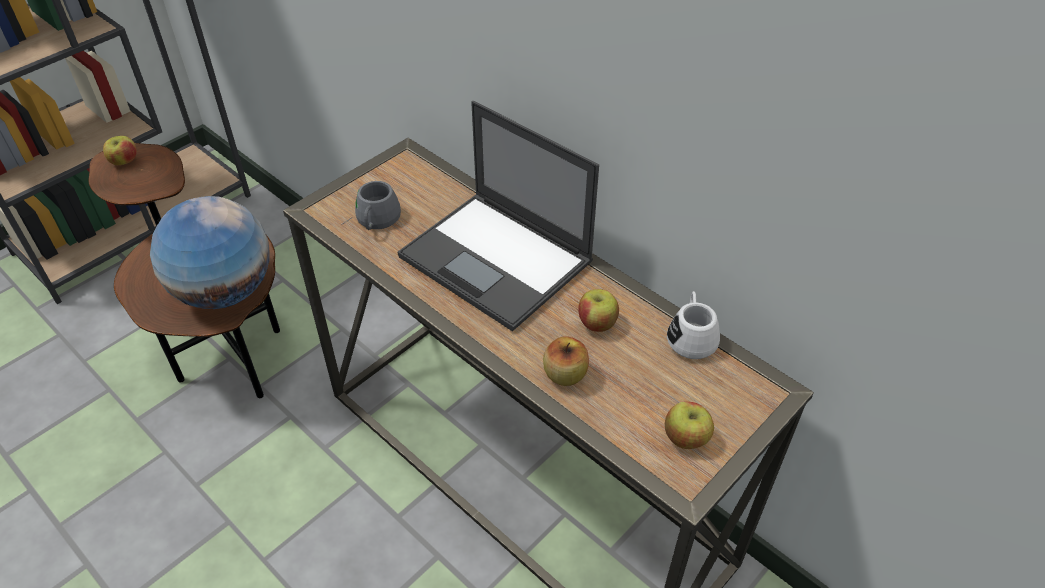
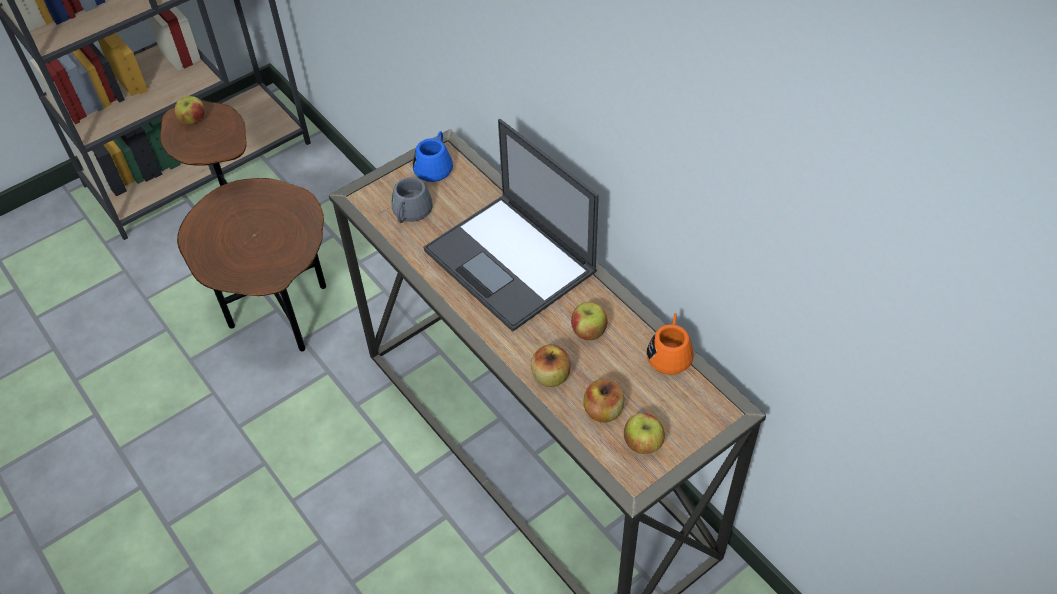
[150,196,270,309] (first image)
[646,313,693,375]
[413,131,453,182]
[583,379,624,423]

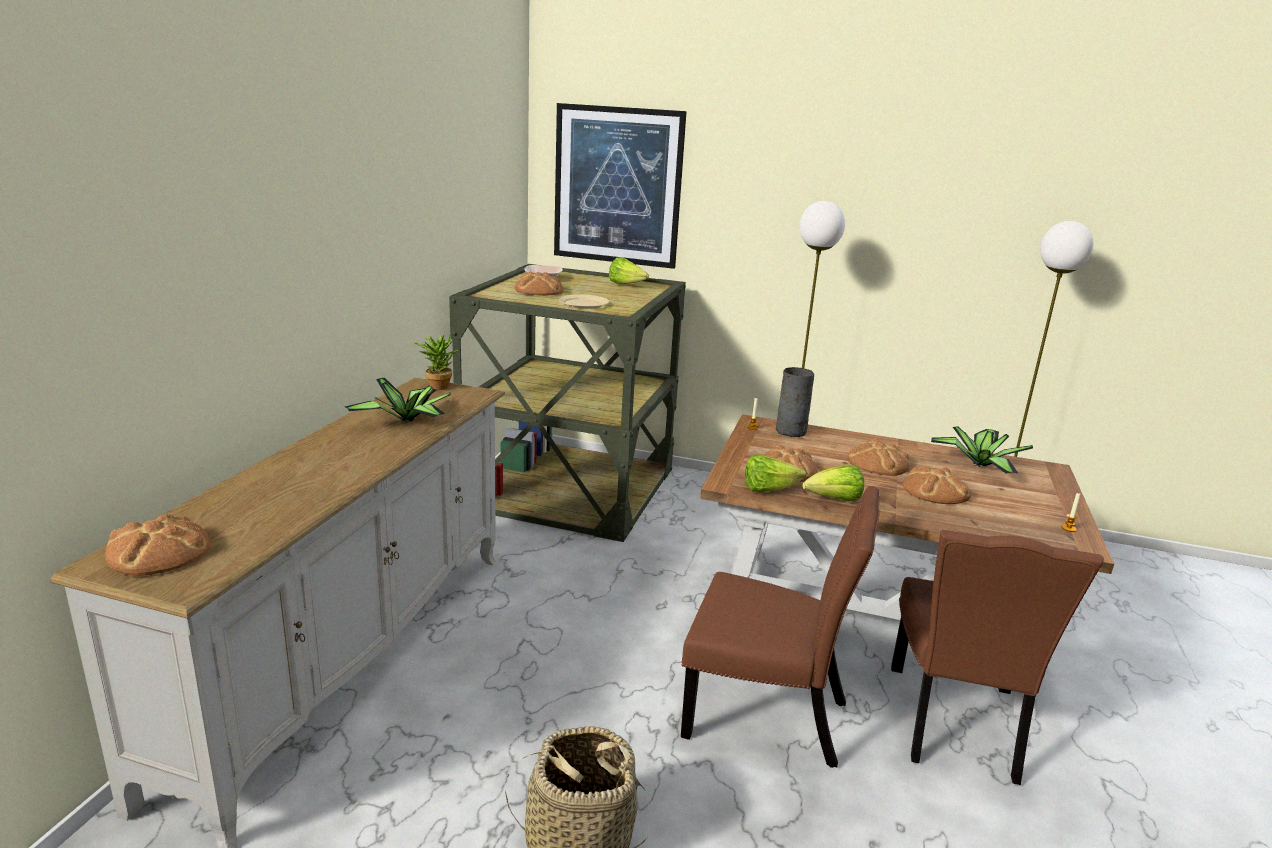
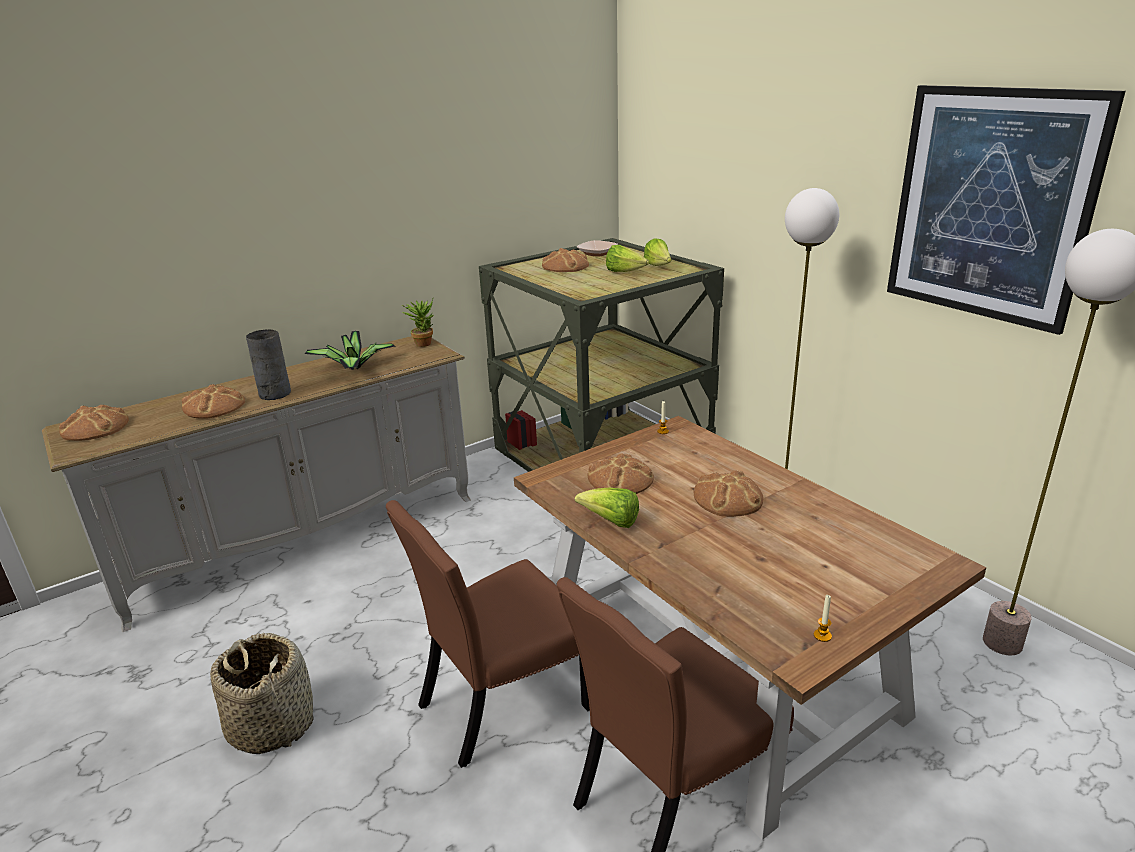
[887,85,1126,335]
[559,294,609,309] (first image)
[246,330,291,400]
[931,426,1033,474] (first image)
[606,245,649,272]
[182,384,245,419]
[386,500,590,768]

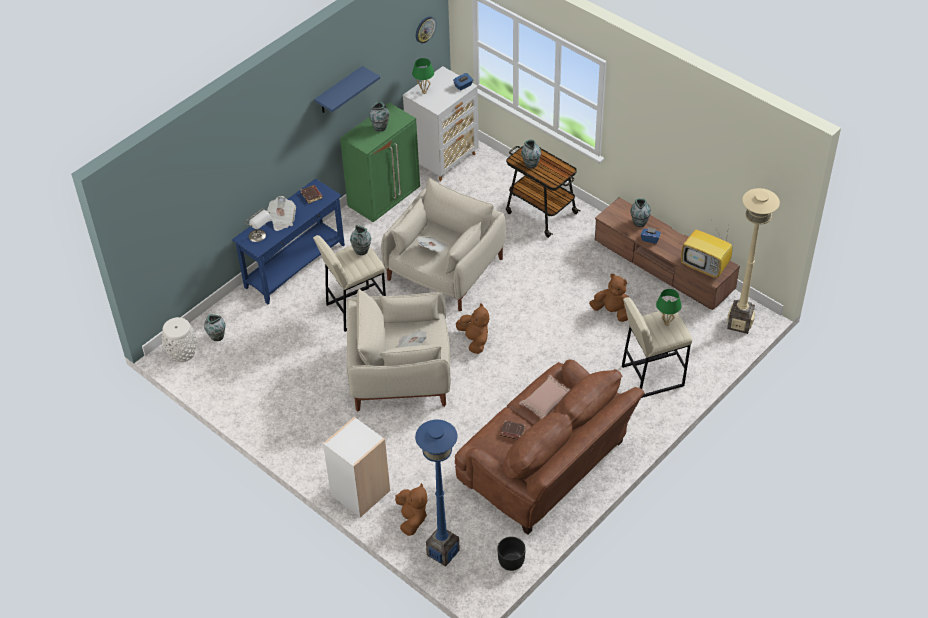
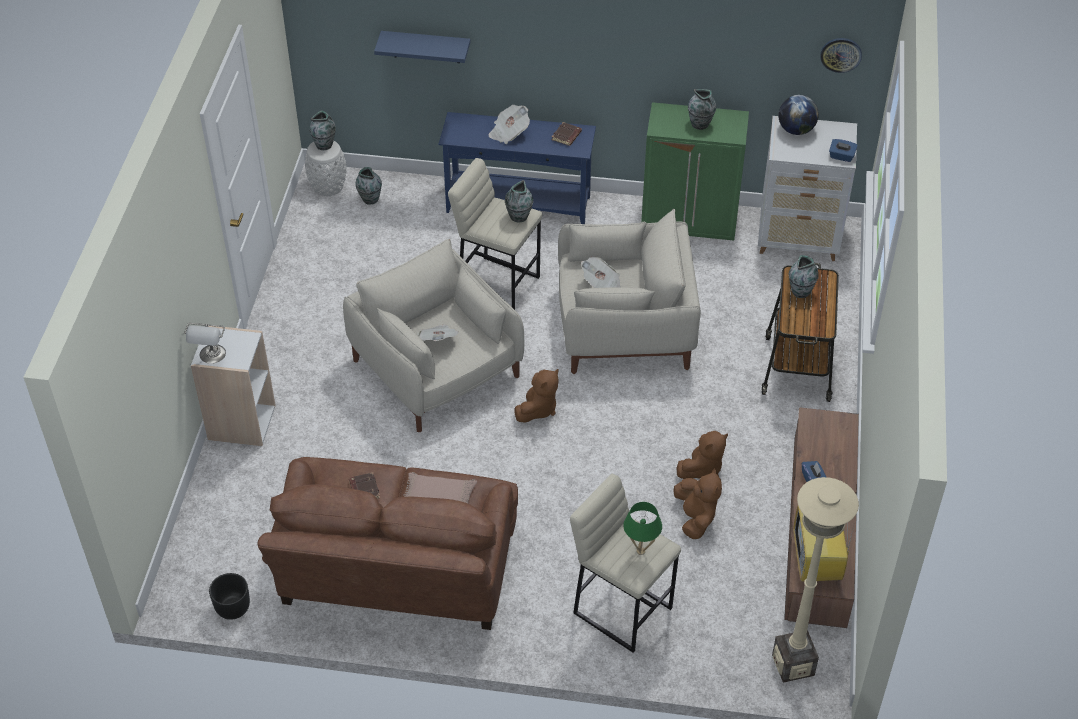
[778,95,819,135]
[374,31,470,63]
[309,111,336,150]
[184,323,226,364]
[415,419,460,567] (first image)
[677,431,728,479]

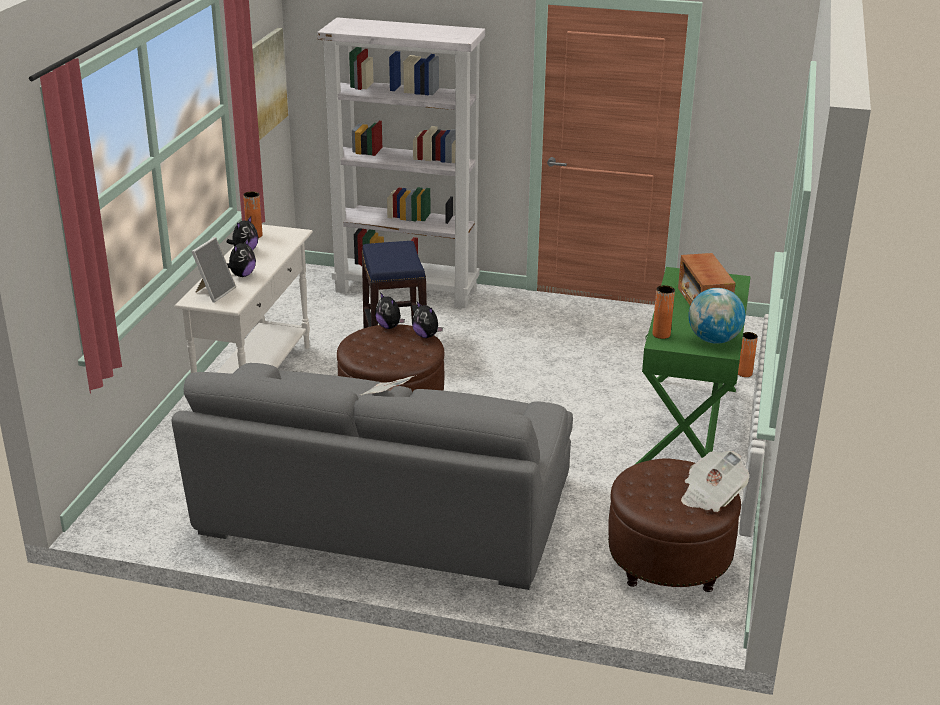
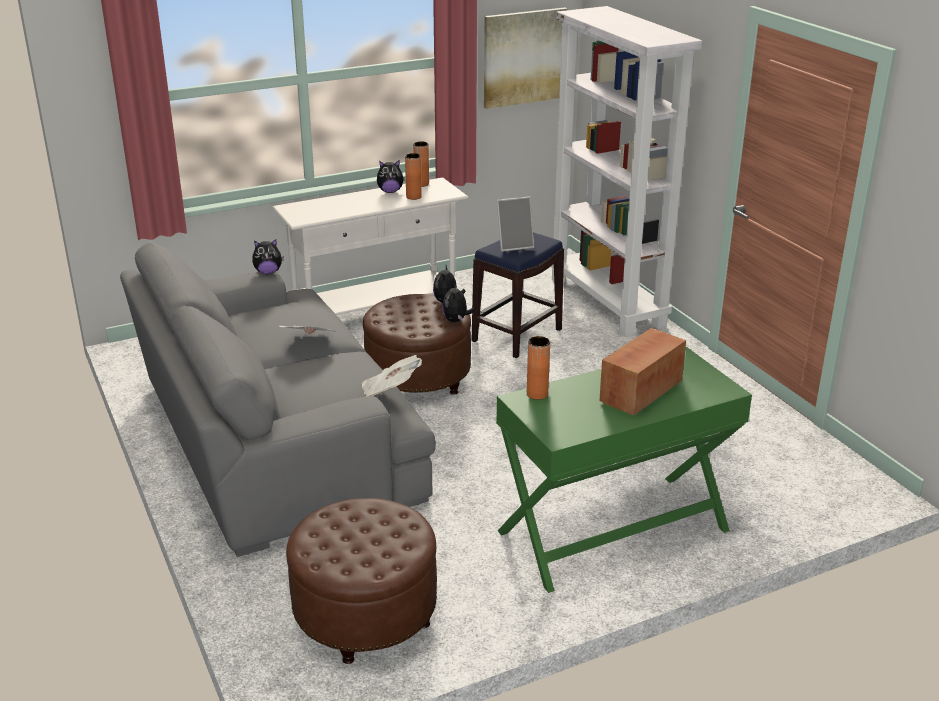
[497,196,535,252]
[252,239,284,274]
[688,288,745,344] (first image)
[405,153,422,200]
[362,355,422,397]

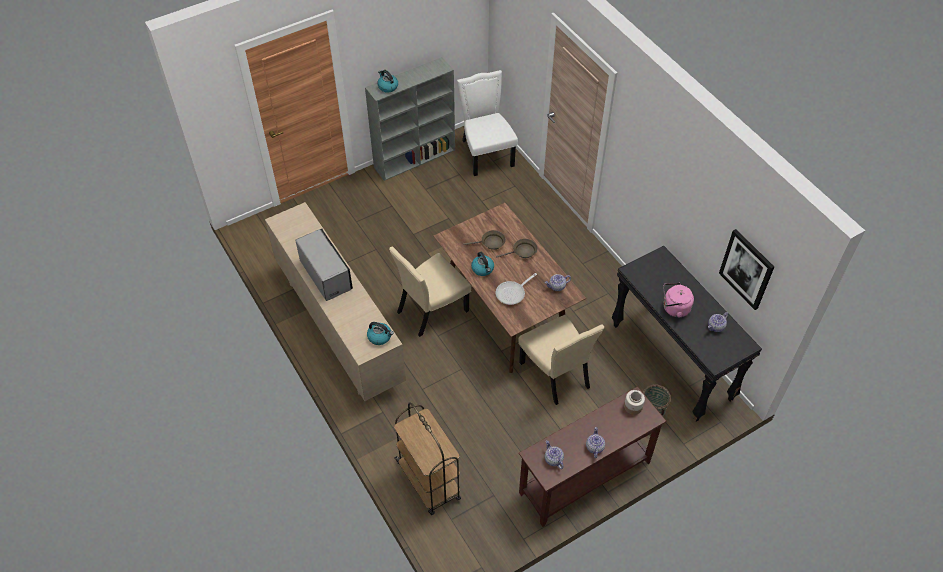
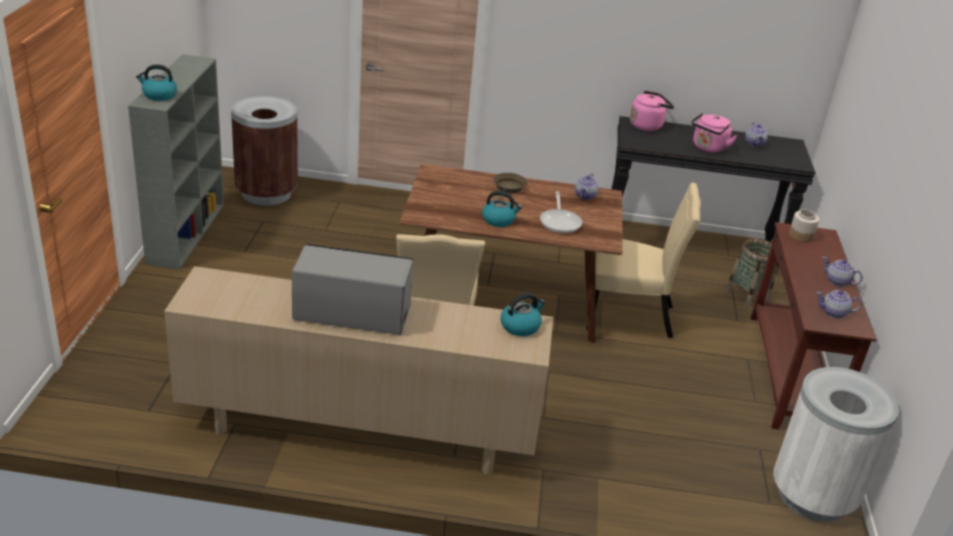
[231,96,298,206]
[719,229,774,310] (first image)
[463,230,506,250] (first image)
[394,402,461,515] (first image)
[630,91,674,131]
[773,367,899,522]

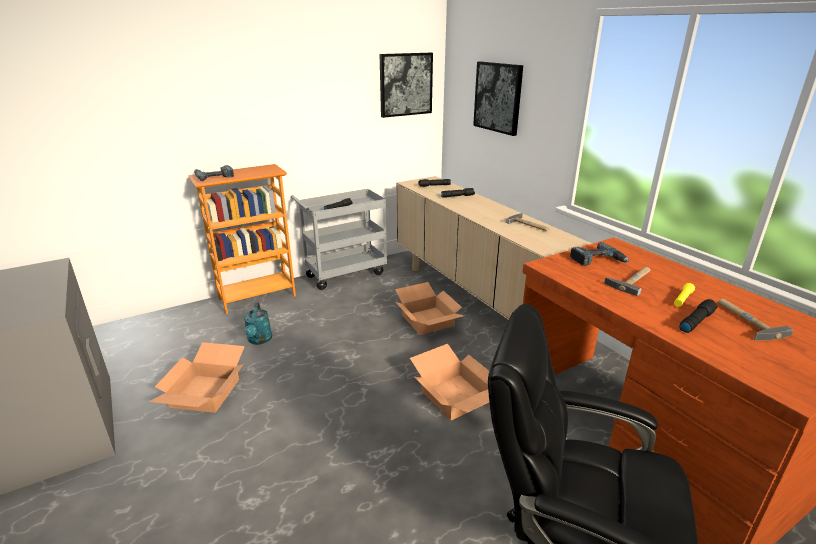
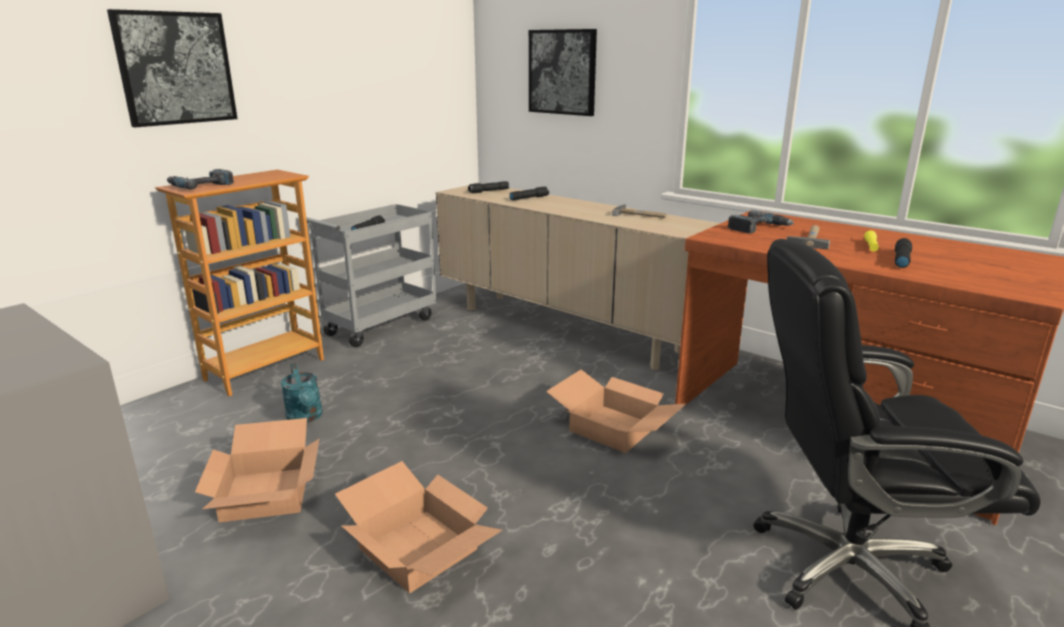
[107,9,238,127]
[335,461,502,593]
[718,299,793,341] (first image)

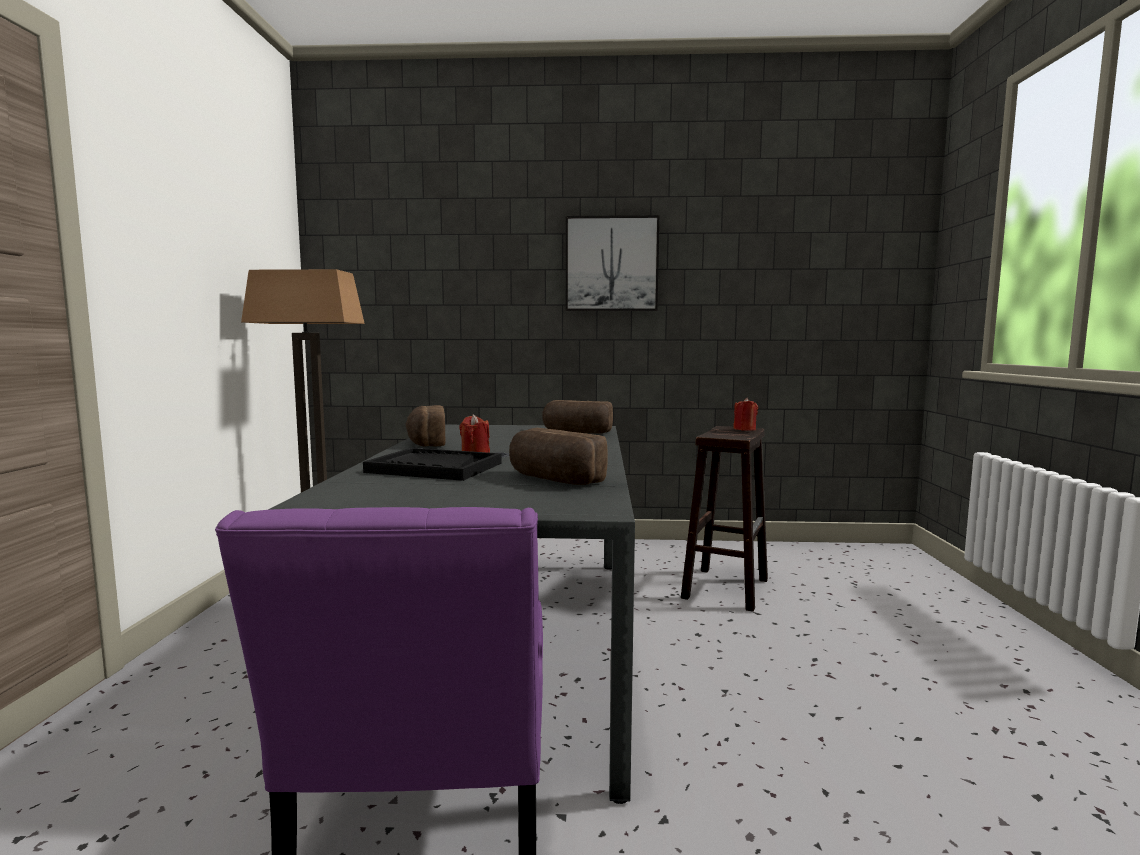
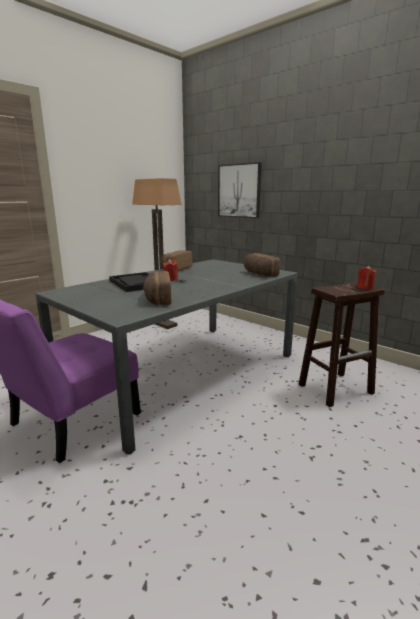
[218,162,261,218]

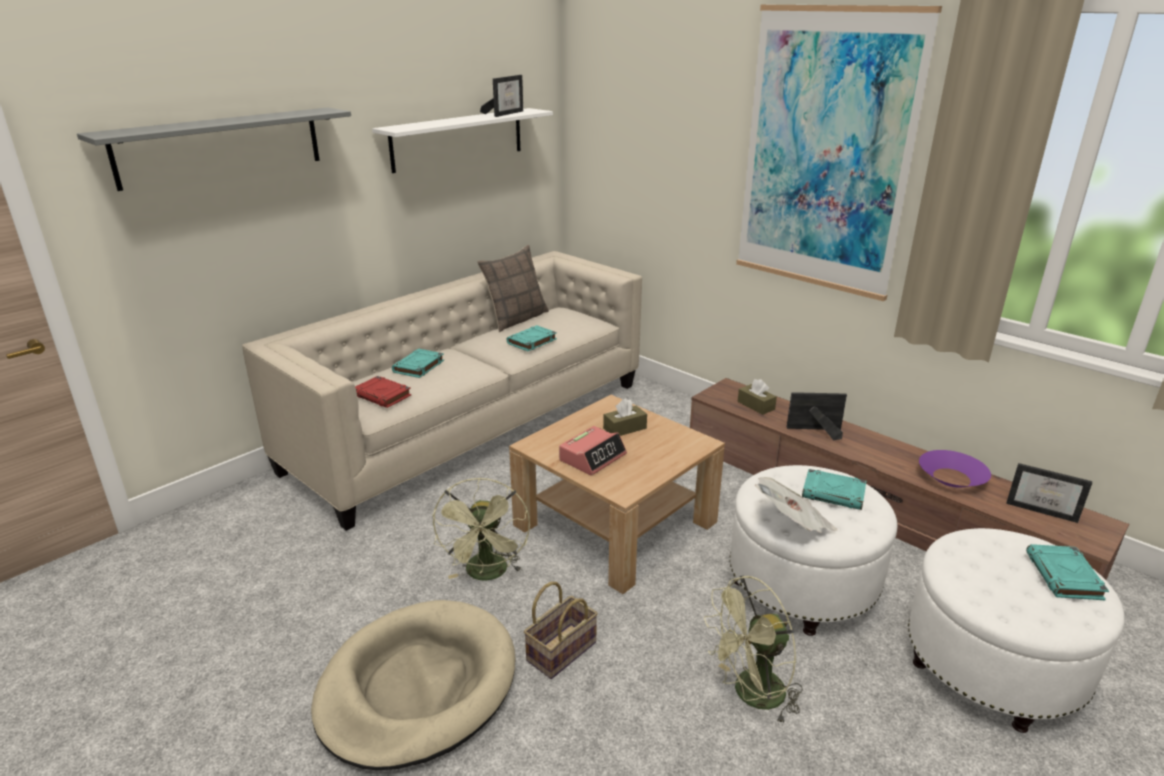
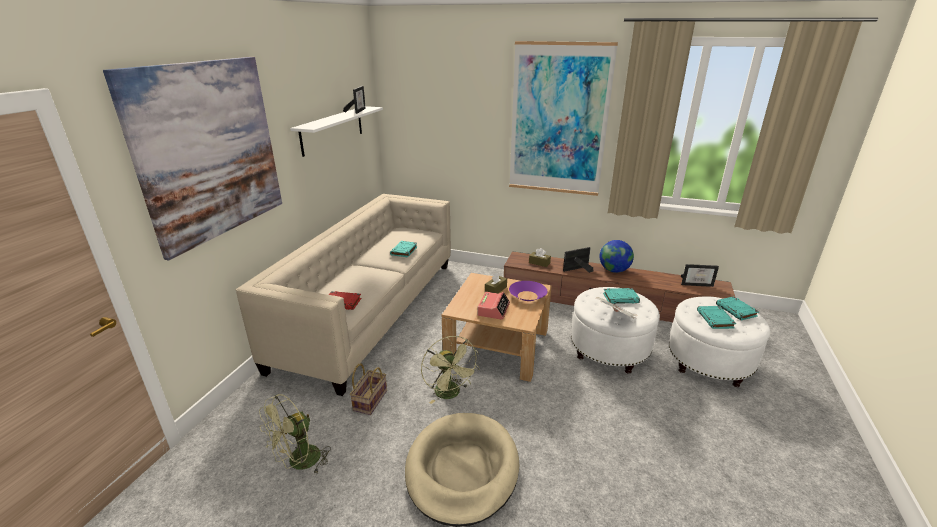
[103,57,282,260]
[477,245,549,332] (first image)
[697,306,736,329]
[509,281,547,301]
[259,394,331,473]
[350,364,387,415]
[600,240,634,273]

